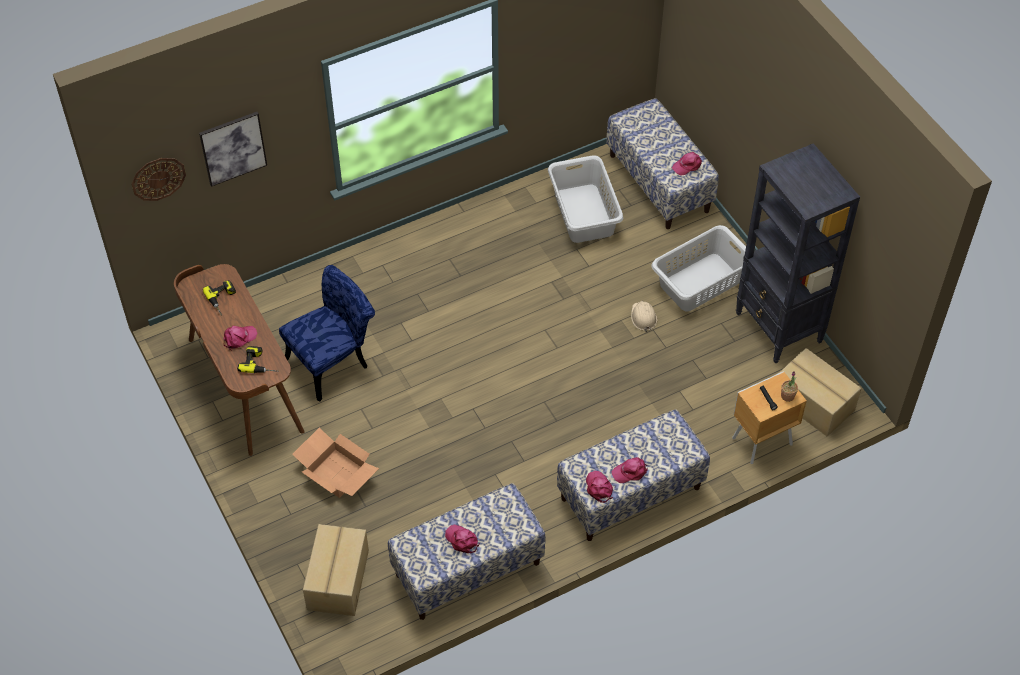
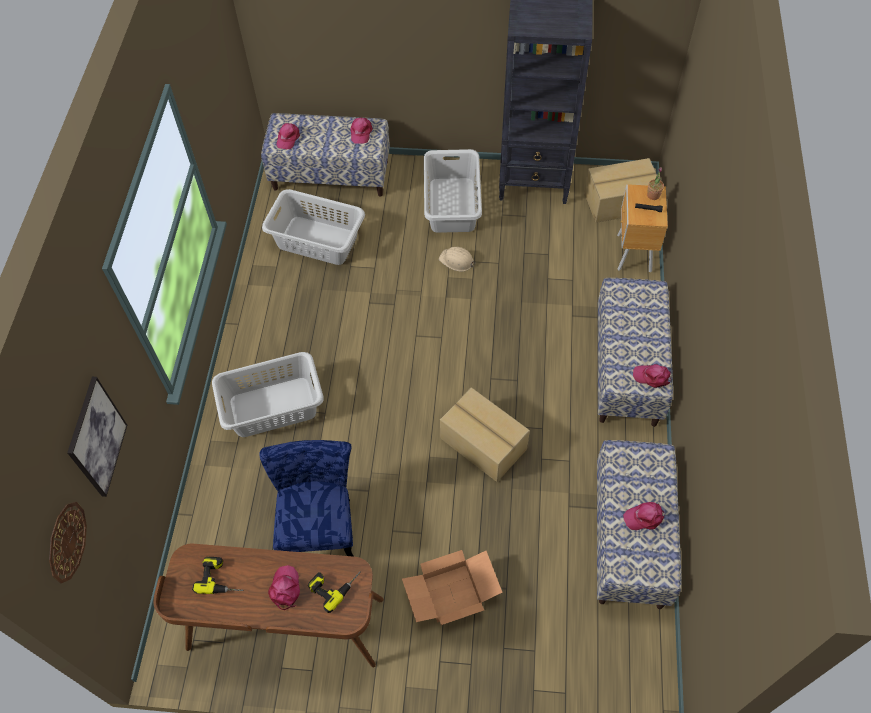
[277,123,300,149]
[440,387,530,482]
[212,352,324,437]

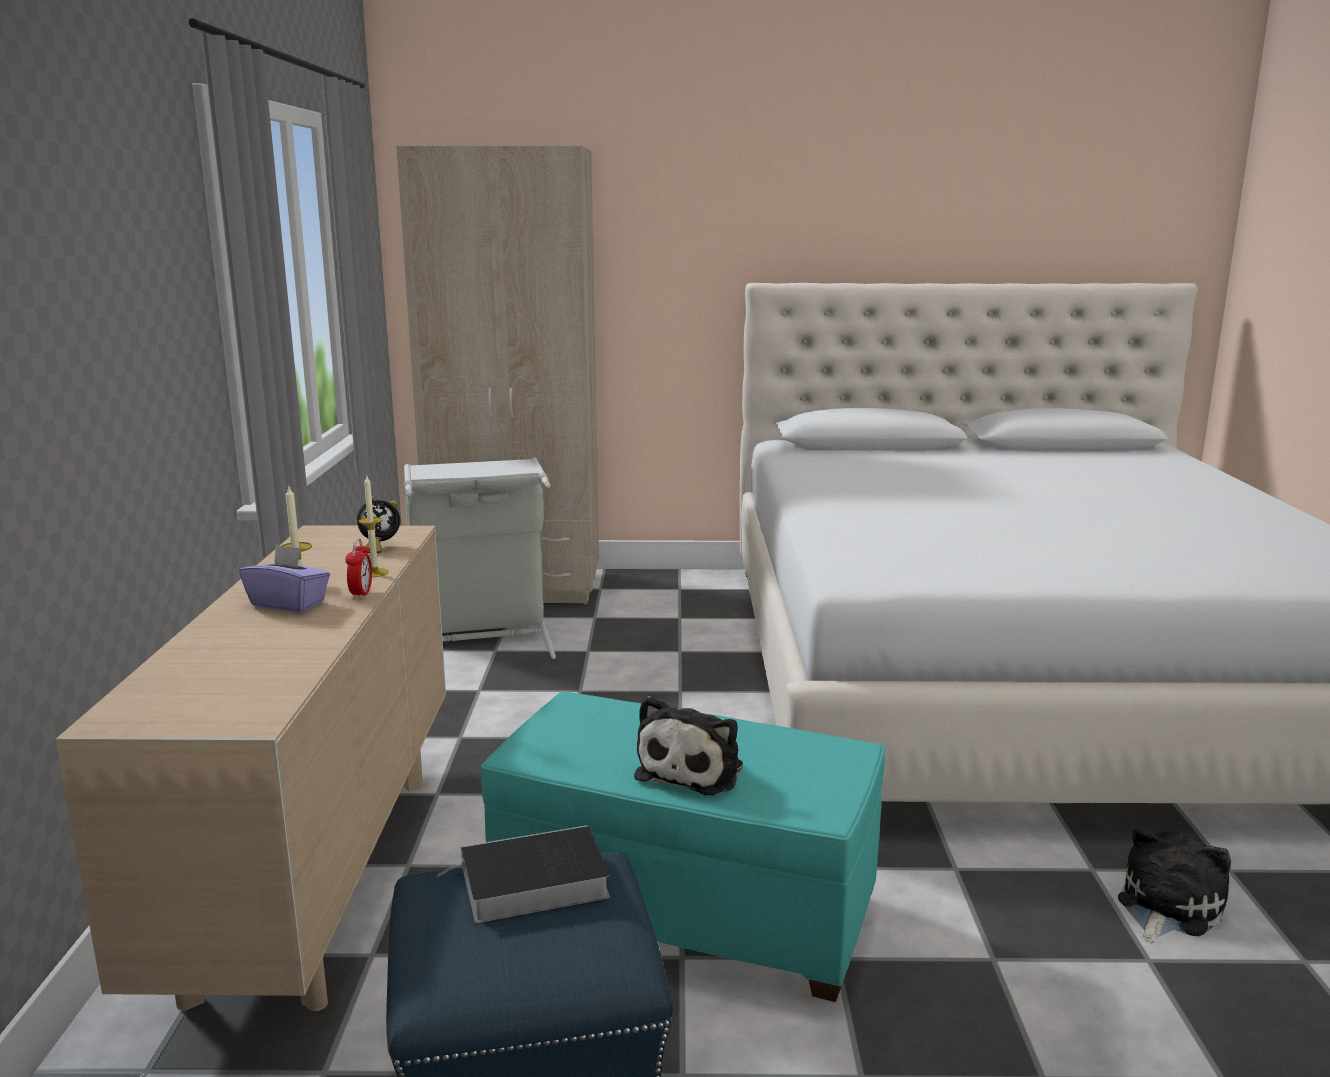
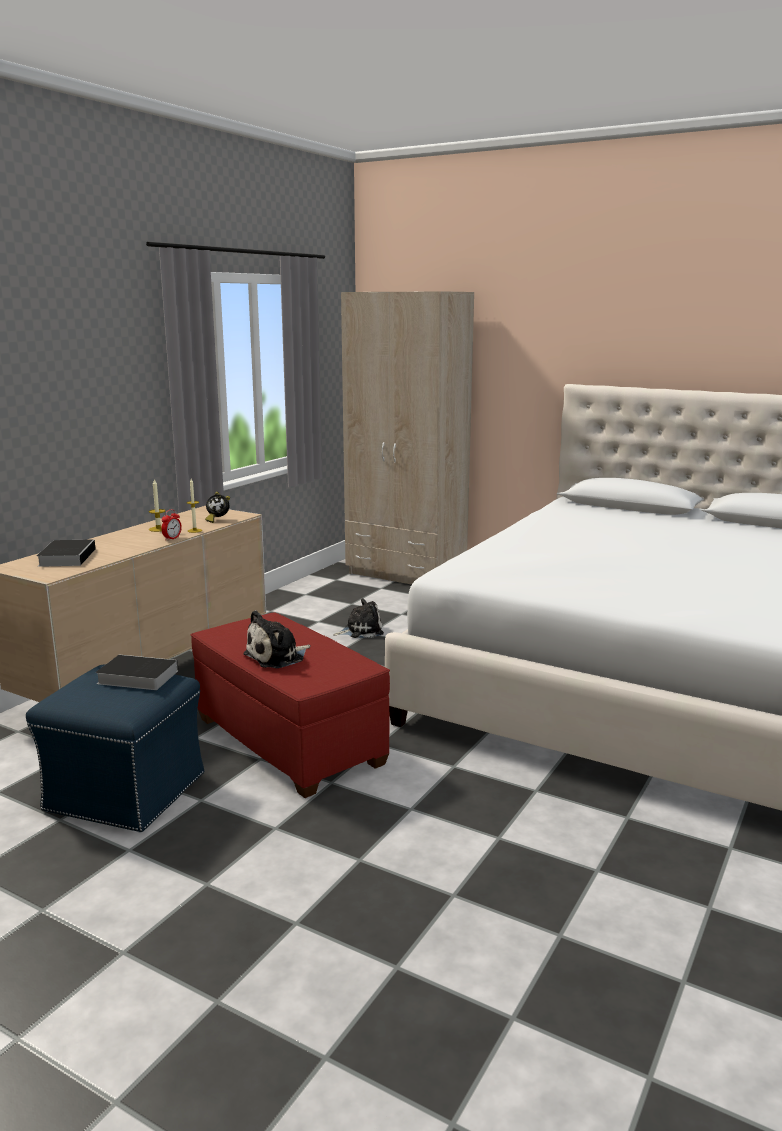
[404,457,556,659] (first image)
[239,544,330,612] (first image)
[191,612,390,798]
[334,598,384,638]
[36,539,96,567]

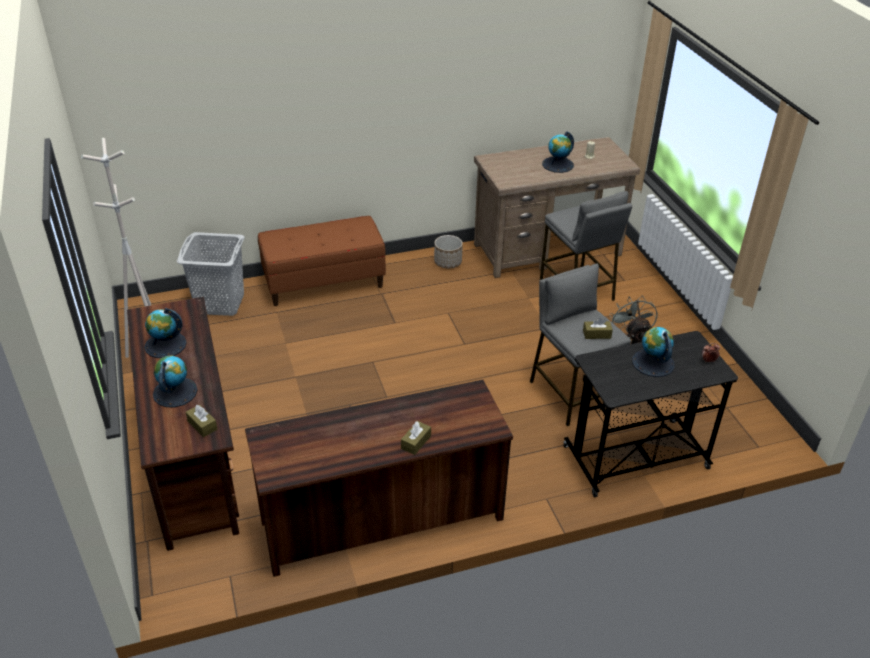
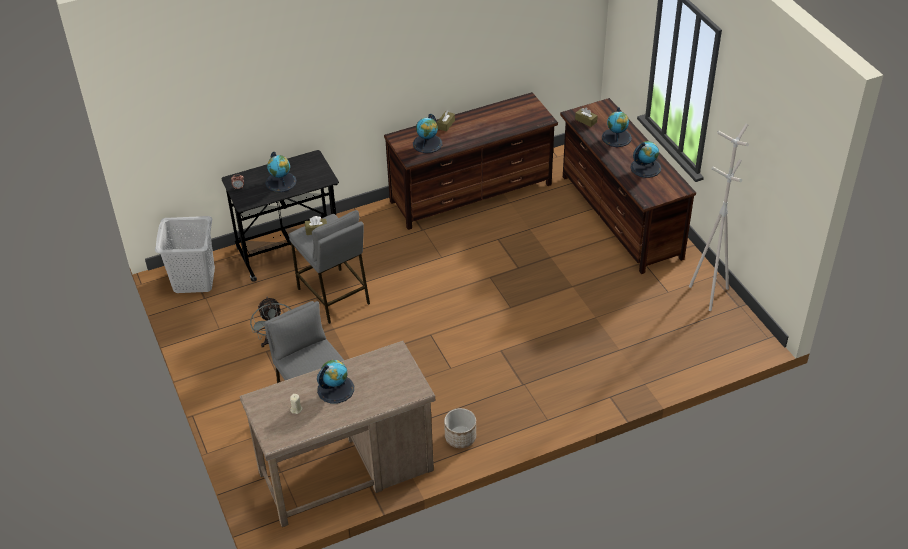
[258,216,386,306] (first image)
[155,216,215,293]
[413,114,442,153]

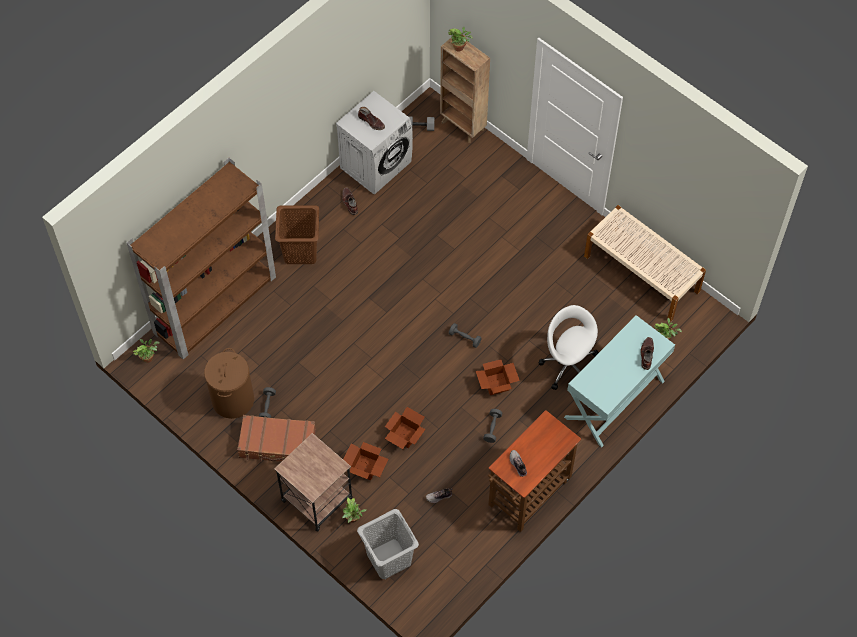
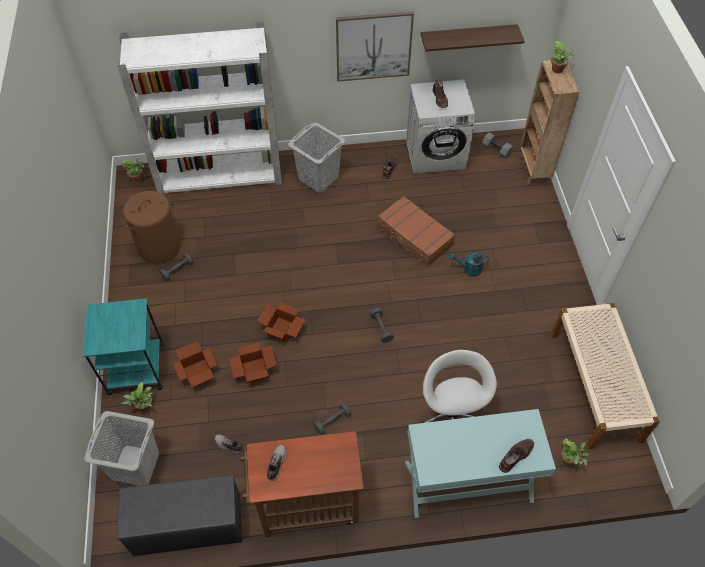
[117,22,282,195]
[288,123,345,193]
[257,303,306,342]
[377,196,455,267]
[83,298,164,395]
[336,11,414,82]
[421,24,525,52]
[449,252,489,277]
[117,475,242,556]

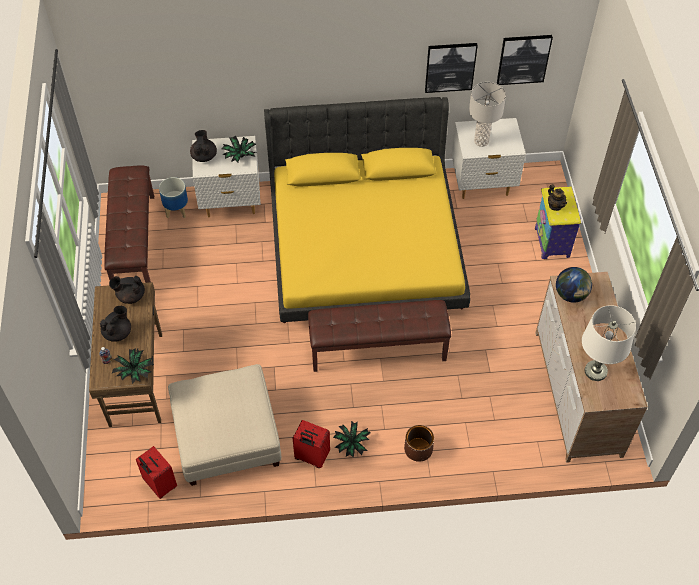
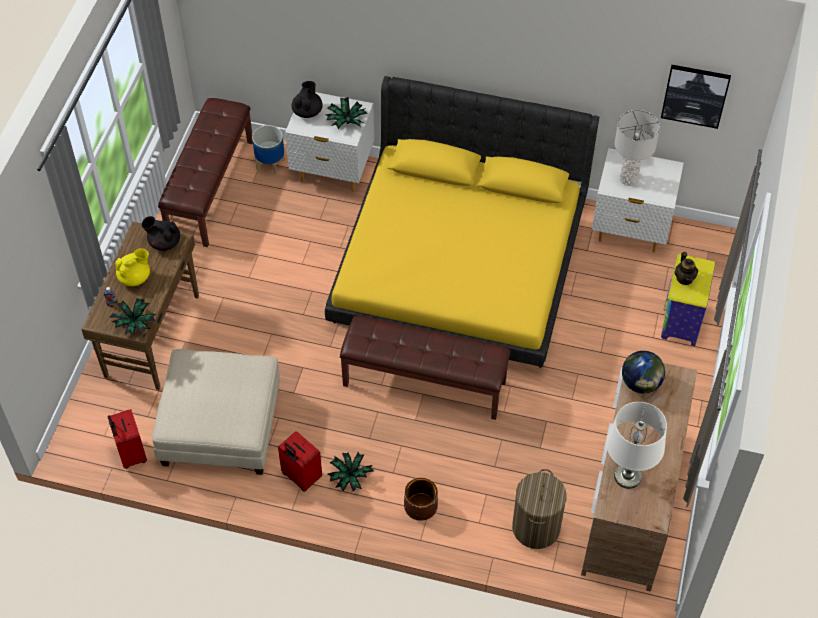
[425,43,478,93] (first image)
[115,248,150,286]
[512,469,567,549]

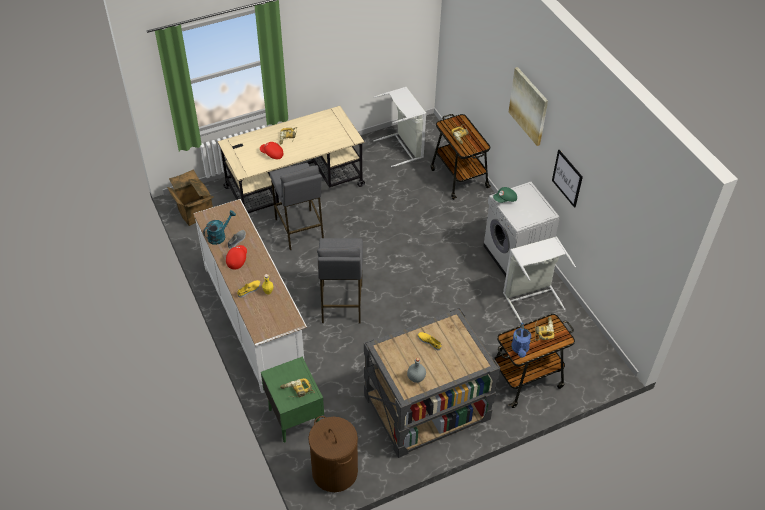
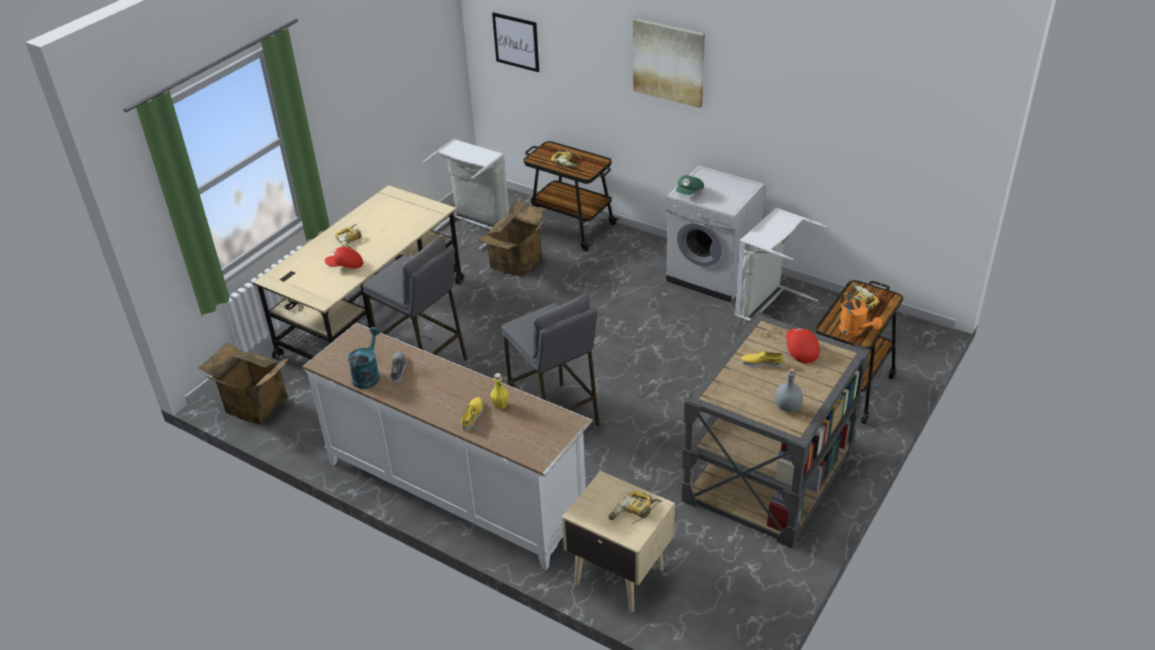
[492,12,539,72]
[786,328,820,364]
[839,293,882,337]
[562,471,675,612]
[308,416,358,492] (first image)
[477,200,546,277]

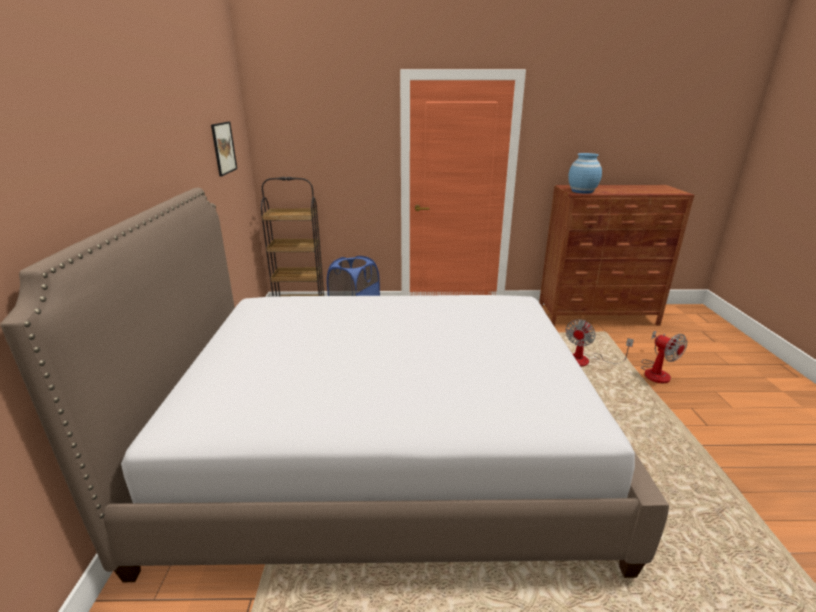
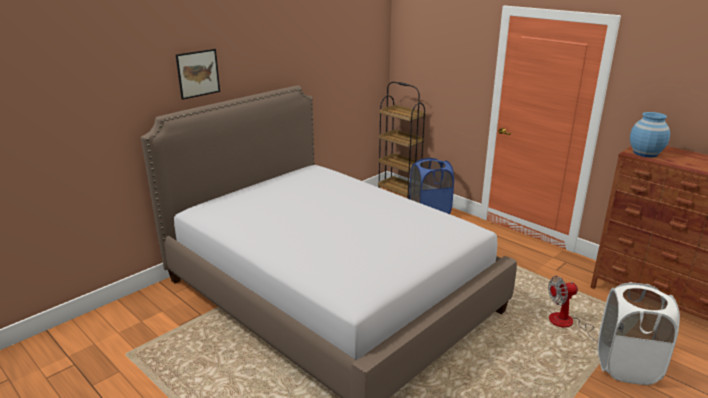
[176,49,220,100]
[598,282,680,385]

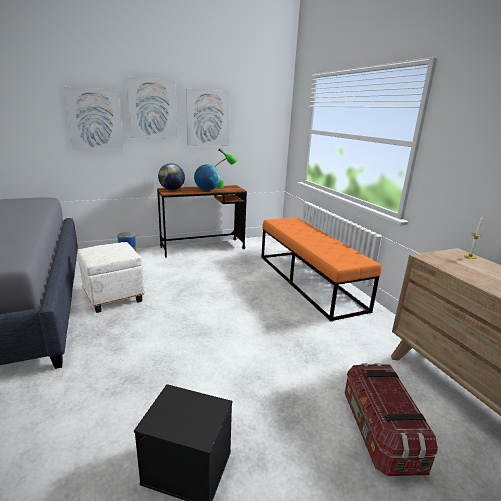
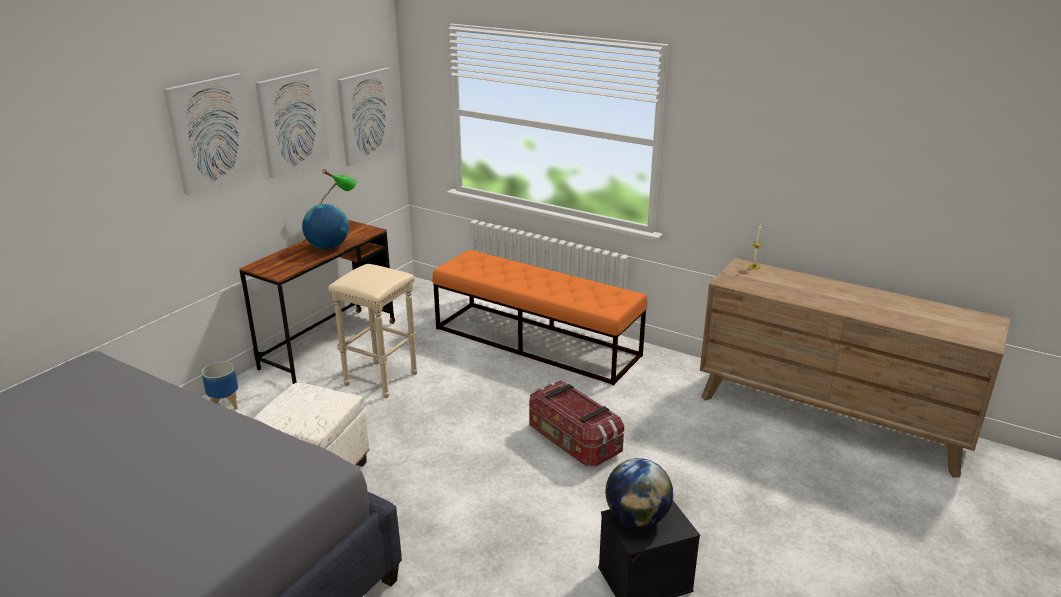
[337,67,396,166]
[605,458,673,527]
[529,380,624,467]
[328,264,417,398]

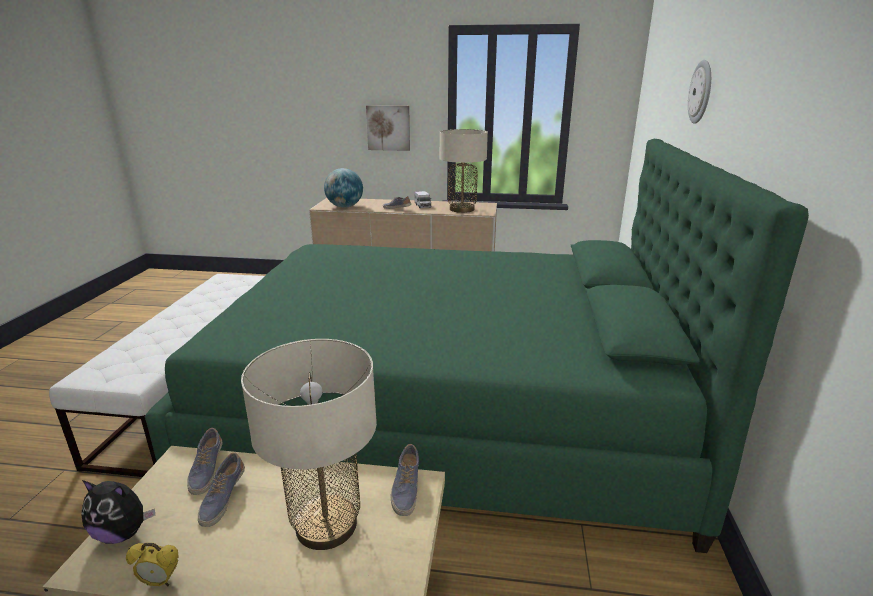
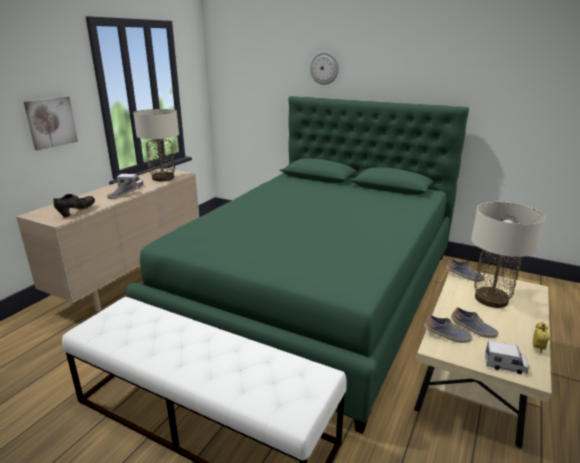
[53,194,95,218]
[485,341,529,374]

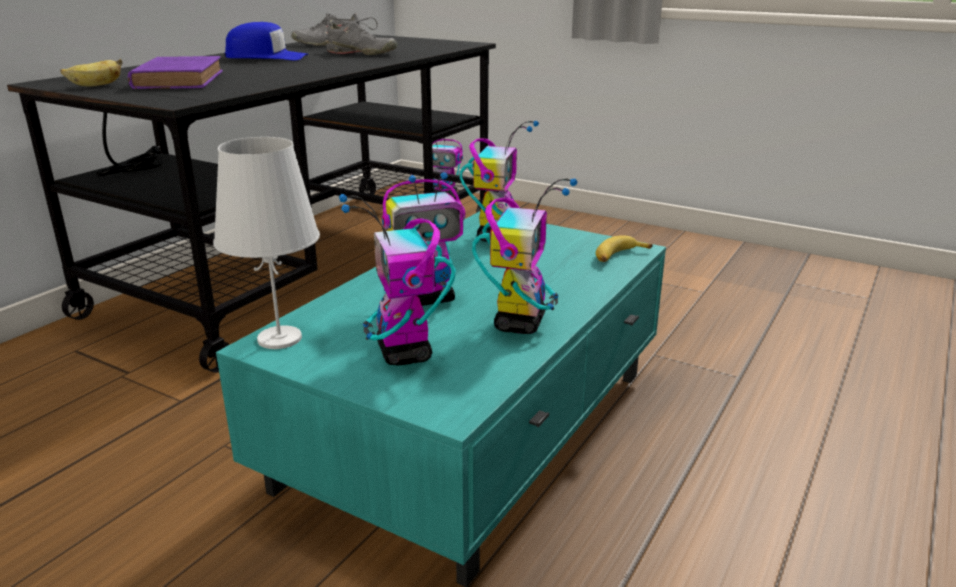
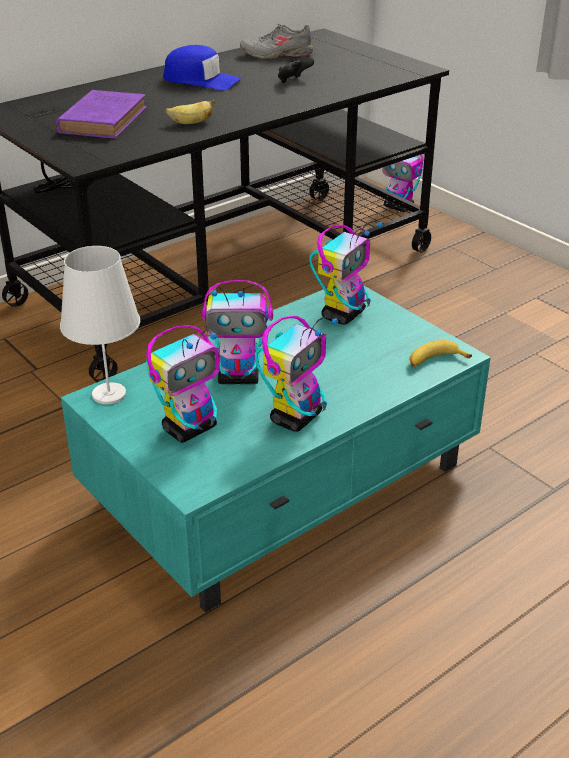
[278,57,314,83]
[166,100,215,124]
[146,325,220,443]

